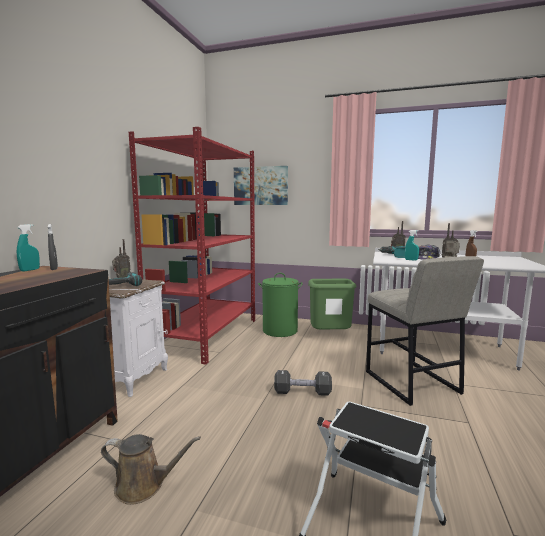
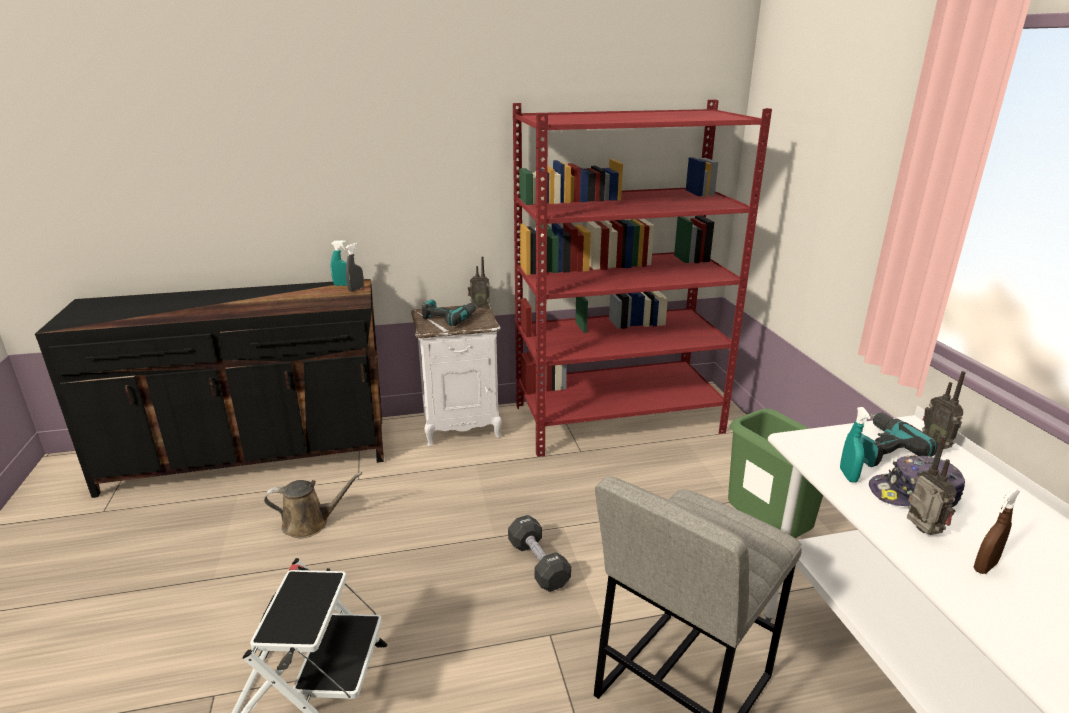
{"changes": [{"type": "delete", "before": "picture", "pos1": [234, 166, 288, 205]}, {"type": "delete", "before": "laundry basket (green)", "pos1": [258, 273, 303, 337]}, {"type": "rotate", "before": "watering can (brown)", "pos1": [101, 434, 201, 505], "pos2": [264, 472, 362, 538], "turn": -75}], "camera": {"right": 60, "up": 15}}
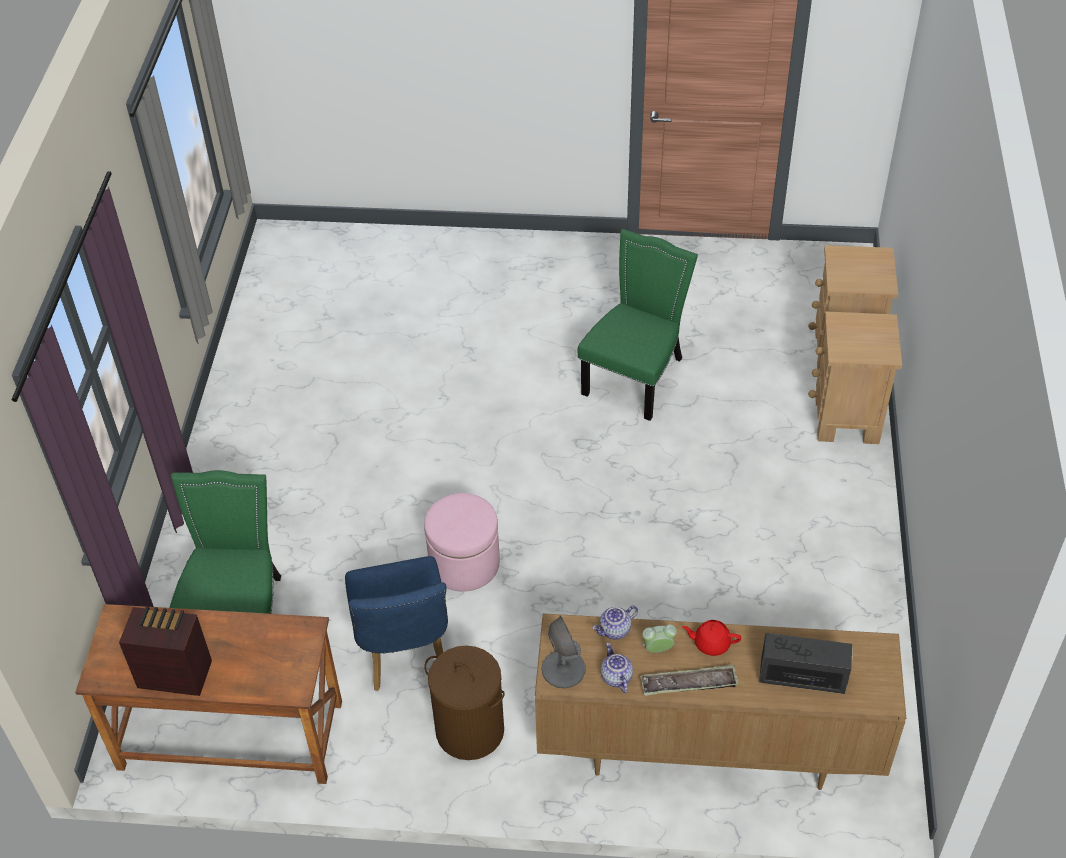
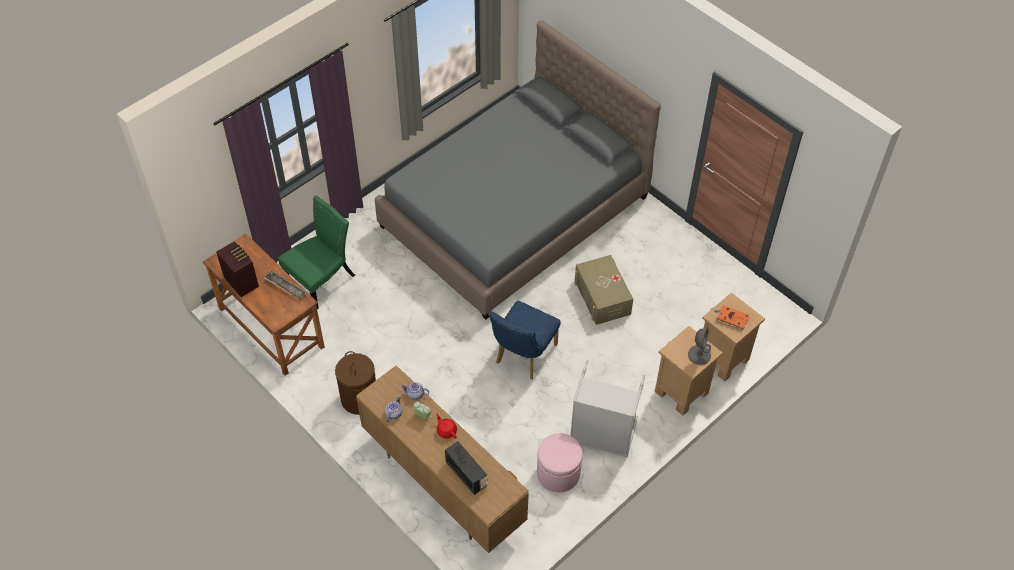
{"changes": [{"type": "replace", "before": "chair (green)", "after": "storage box (beige)", "pos1": [577, 229, 698, 421], "pos2": [575, 255, 633, 325]}, {"type": "move", "before": "ottoman (pink)", "pos1": [424, 493, 500, 592], "pos2": [537, 433, 583, 492]}, {"type": "move", "before": "chair (blue)", "pos1": [345, 556, 448, 691], "pos2": [488, 301, 561, 379]}, {"type": "move", "before": "table lamp (grey)", "pos1": [541, 616, 586, 688], "pos2": [688, 328, 711, 365]}, {"type": "move", "before": "tray", "pos1": [641, 664, 739, 696], "pos2": [264, 270, 307, 301]}, {"type": "insert", "after": "bed (grey)", "pos2": [375, 21, 661, 320]}, {"type": "insert", "after": "book (orange)", "pos2": [714, 305, 750, 331]}, {"type": "insert", "after": "laundry basket (grey)", "pos2": [570, 360, 646, 457]}], "camera": {"right": 40, "up": 5}}
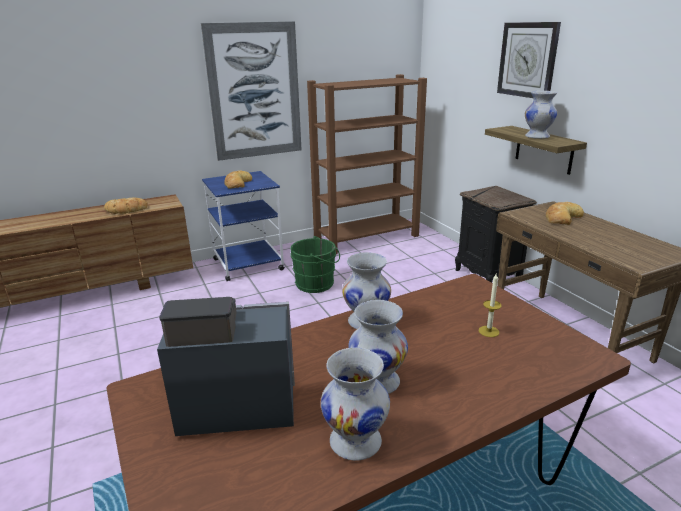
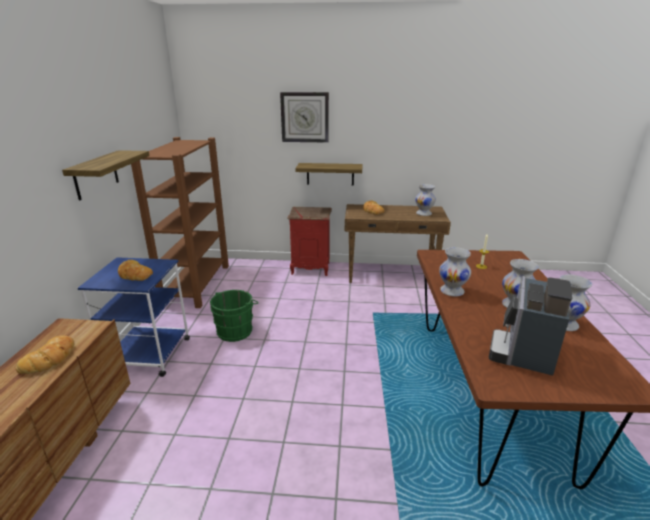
{"changes": [{"type": "replace", "before": "picture", "after": "shelf", "pos1": [201, 21, 302, 161], "pos2": [62, 150, 149, 201]}, {"type": "move", "before": "vase (white)", "pos1": [525, 91, 557, 139], "pos2": [415, 184, 436, 216]}, {"type": "recolor", "before": "nightstand (black)", "after": "nightstand (red)", "pos1": [455, 186, 537, 283], "pos2": [287, 207, 332, 276]}], "camera": {"right": -60, "up": 0}}
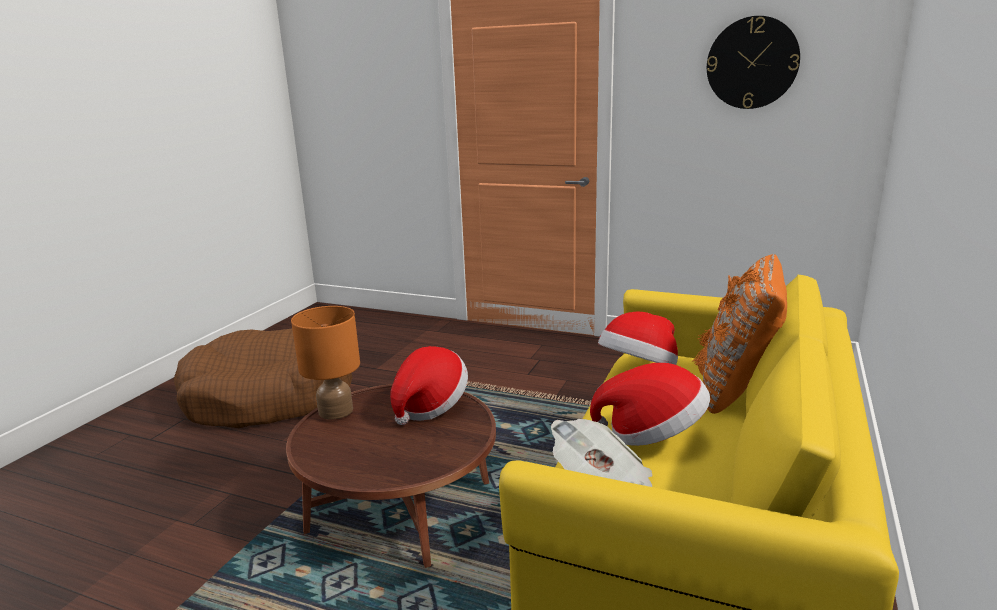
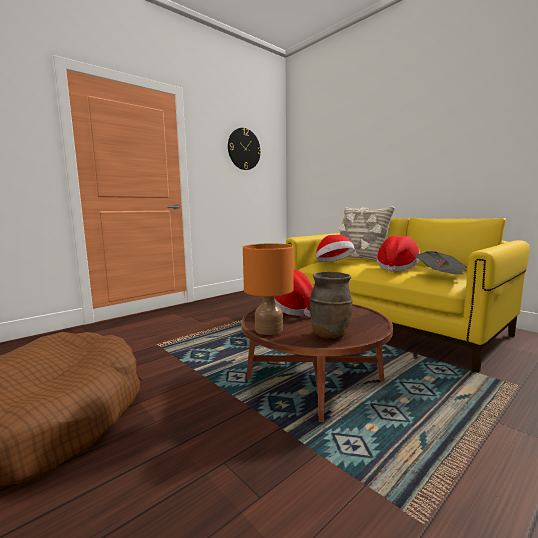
{"changes": [{"type": "recolor", "before": "pillow (orange)", "after": "pillow (beige)", "pos1": [692, 254, 787, 414], "pos2": [338, 207, 395, 261]}, {"type": "insert", "after": "vase (brown)", "pos2": [309, 271, 353, 340]}], "camera": {"right": -65, "up": -10}}
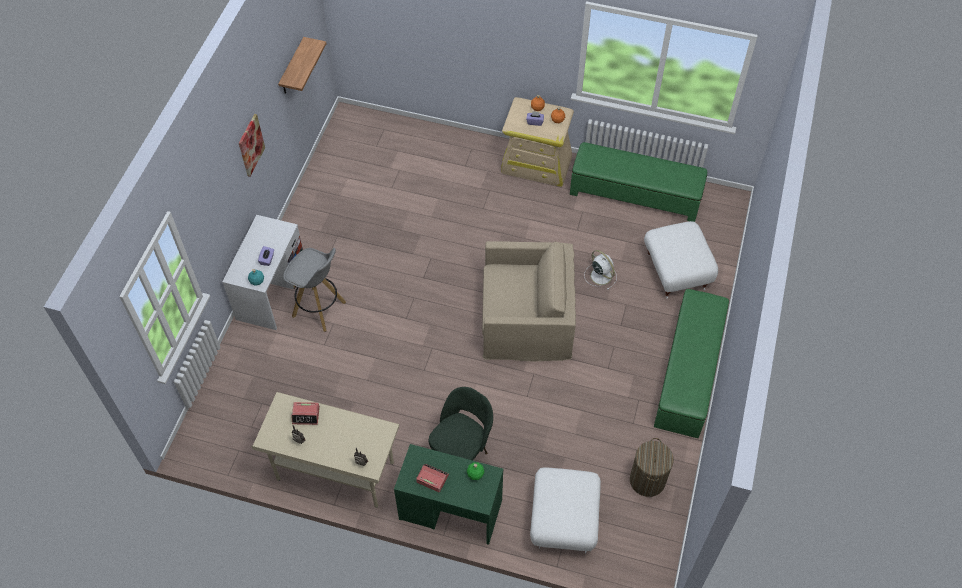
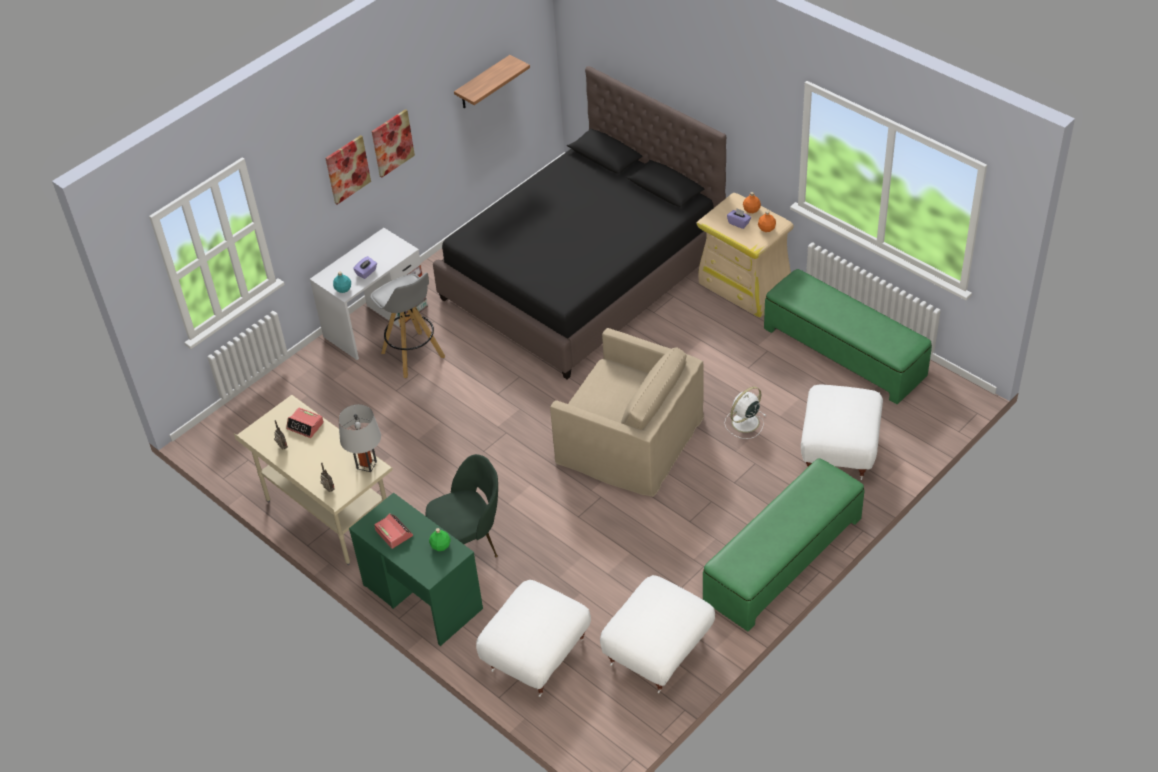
{"changes": [{"type": "rotate", "before": "fan (white)", "pos1": [584, 250, 617, 290], "pos2": [724, 387, 766, 439], "turn": -120}, {"type": "replace", "before": "laundry basket", "after": "ottoman (white)", "pos1": [630, 438, 674, 497], "pos2": [600, 575, 715, 693]}, {"type": "insert", "after": "bed (black)", "pos2": [433, 66, 726, 379]}, {"type": "insert", "after": "picture", "pos2": [325, 135, 371, 204]}, {"type": "insert", "after": "table lamp (grey)", "pos2": [338, 404, 381, 472]}], "camera": {"right": 30, "up": -10}}
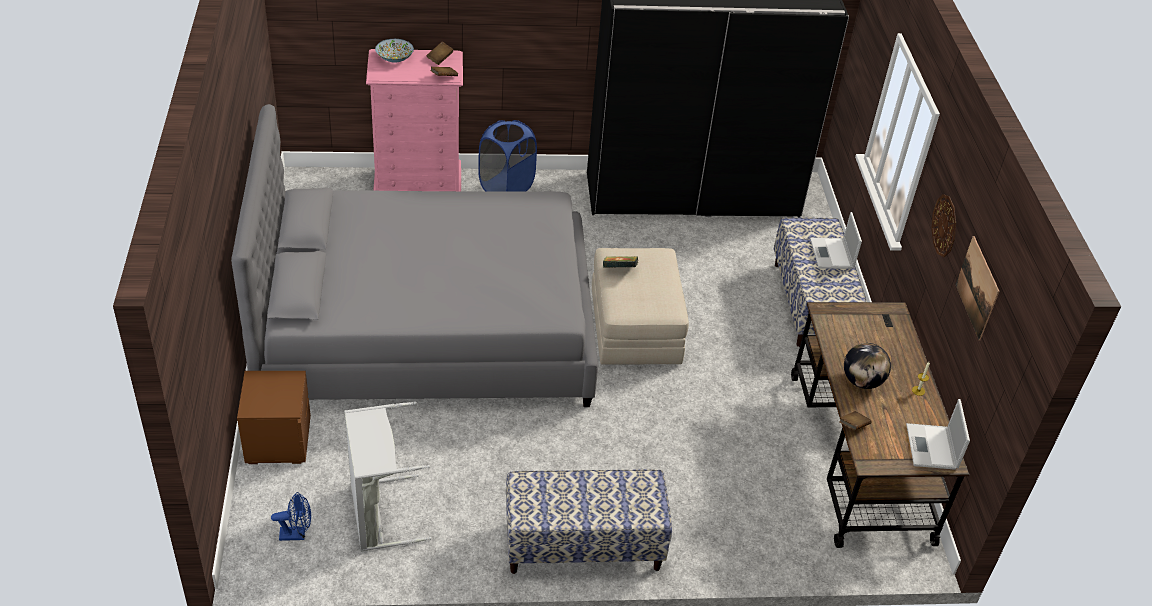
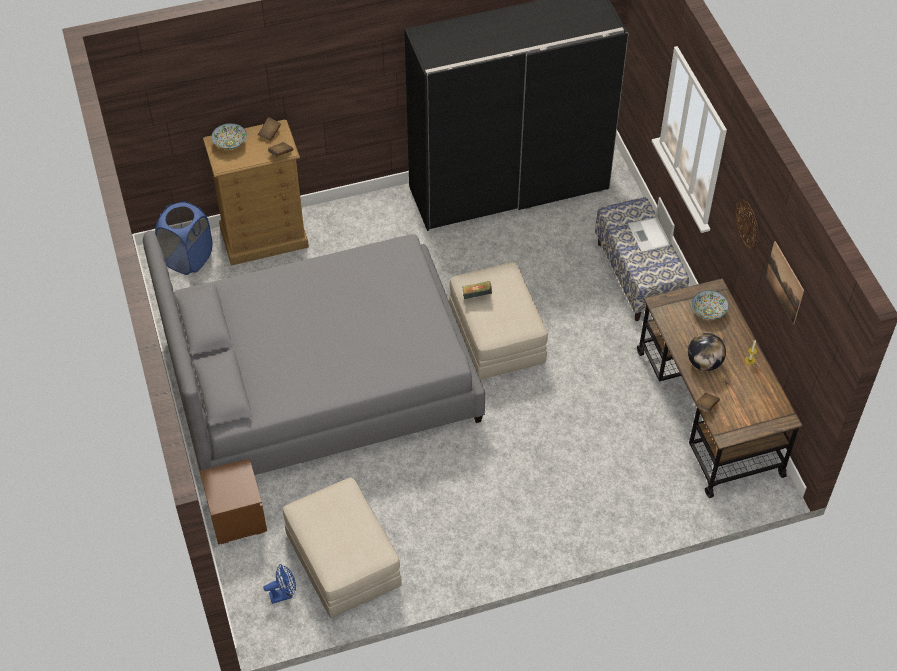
{"changes": [{"type": "recolor", "before": "dresser (pink)", "after": "dresser (brown)", "pos1": [366, 49, 463, 191], "pos2": [203, 120, 309, 266]}, {"type": "move", "before": "laundry basket (blue)", "pos1": [478, 120, 537, 191], "pos2": [155, 201, 212, 275]}, {"type": "delete", "before": "laptop", "pos1": [906, 399, 970, 470]}, {"type": "replace", "before": "laundry basket (grey)", "after": "ottoman (beige)", "pos1": [344, 402, 432, 551], "pos2": [283, 478, 401, 618]}, {"type": "delete", "before": "bench", "pos1": [506, 469, 672, 574]}, {"type": "insert", "after": "bowl", "pos2": [692, 290, 729, 319]}], "camera": {"right": -10, "up": 10}}
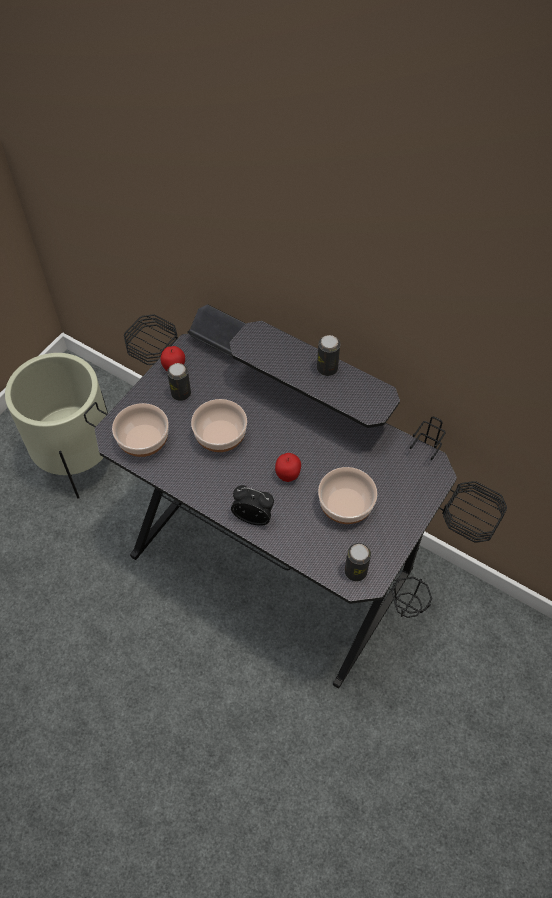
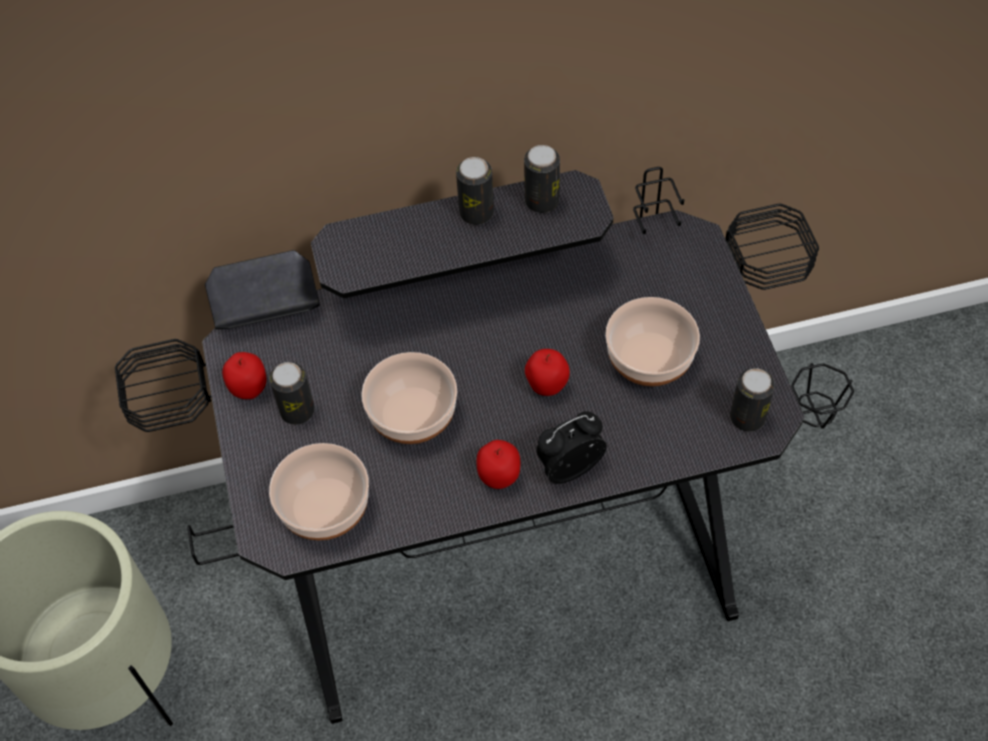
{"changes": [{"type": "insert", "after": "can", "pos2": [524, 145, 560, 213]}, {"type": "insert", "after": "apple", "pos2": [477, 440, 520, 489]}], "camera": {"right": -45, "up": 0}}
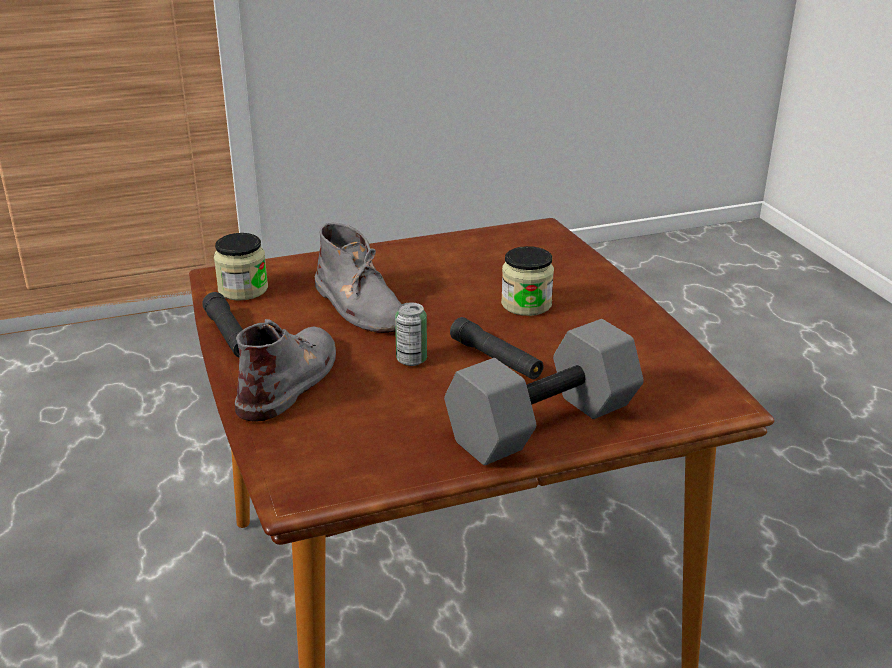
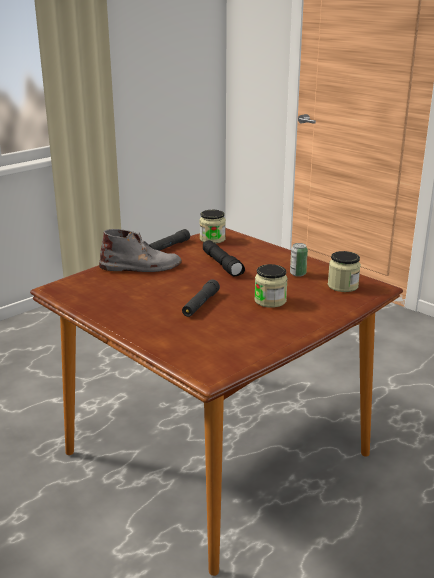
{"changes": [{"type": "replace", "before": "boot (grey)", "after": "flashlight (black)", "pos1": [315, 223, 401, 333], "pos2": [203, 240, 245, 276]}, {"type": "move", "before": "can", "pos1": [395, 302, 427, 366], "pos2": [290, 243, 308, 277]}, {"type": "delete", "before": "dumbbell (grey)", "pos1": [444, 319, 644, 466]}, {"type": "insert", "after": "jar", "pos2": [328, 251, 361, 292]}], "camera": {"right": 65, "up": -5}}
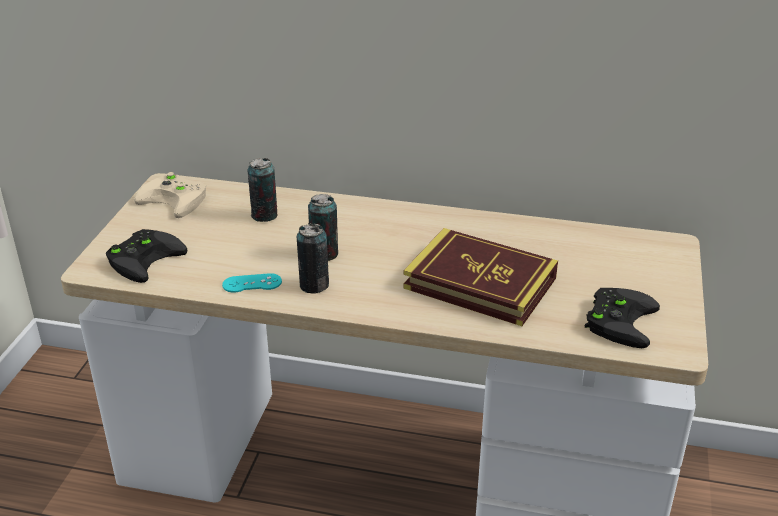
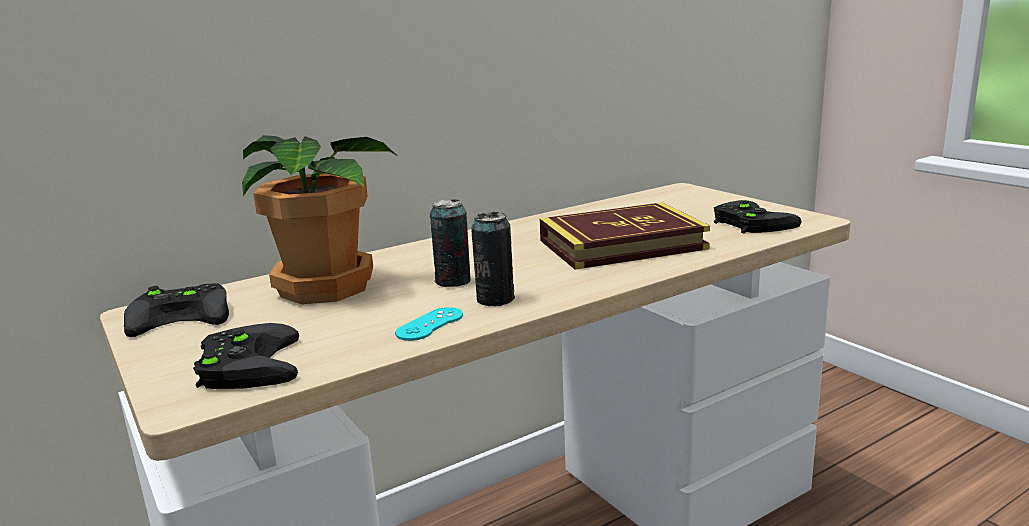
{"changes": [{"type": "replace", "before": "can", "after": "potted plant", "pos1": [247, 158, 277, 222], "pos2": [242, 135, 396, 304]}, {"type": "recolor", "before": "game controller (beige)", "after": "game controller (black)", "pos1": [134, 172, 206, 218], "pos2": [124, 283, 229, 337]}], "camera": {"right": -45, "up": -15}}
